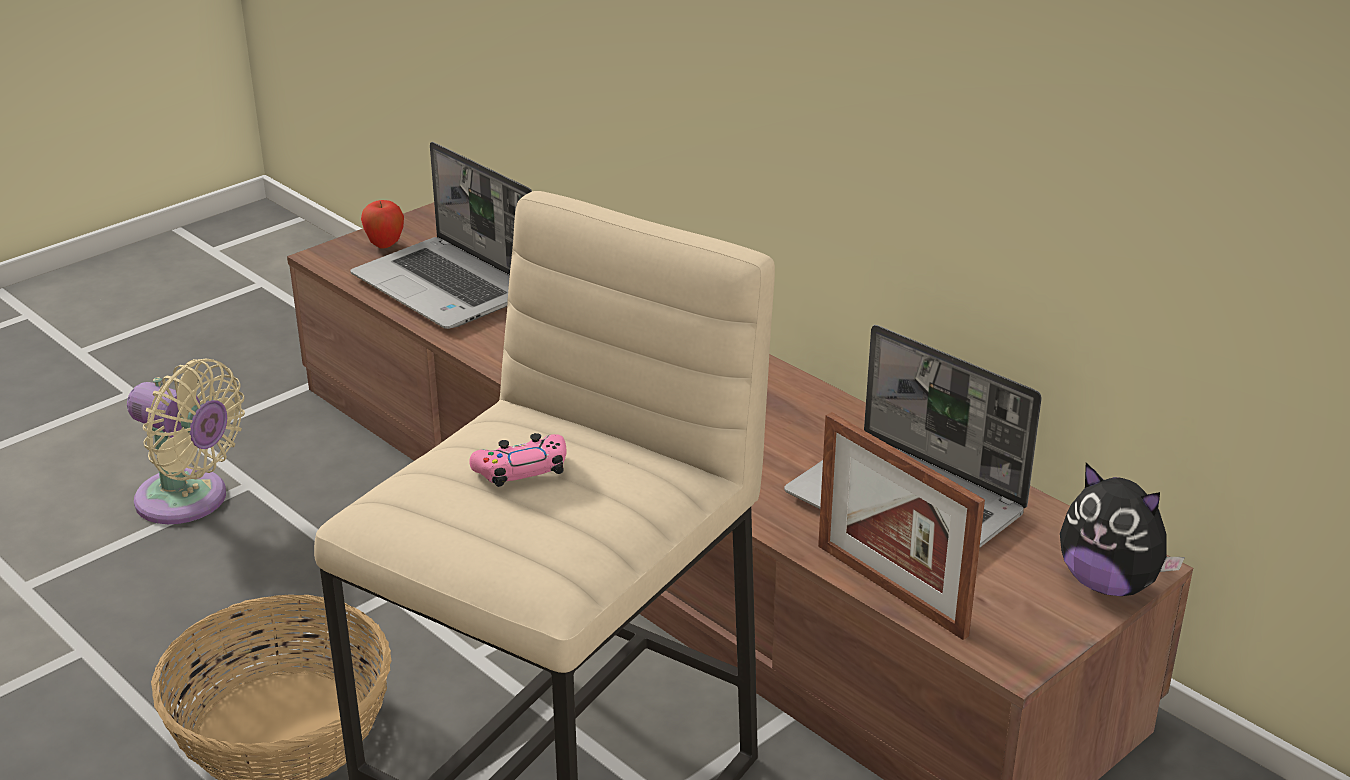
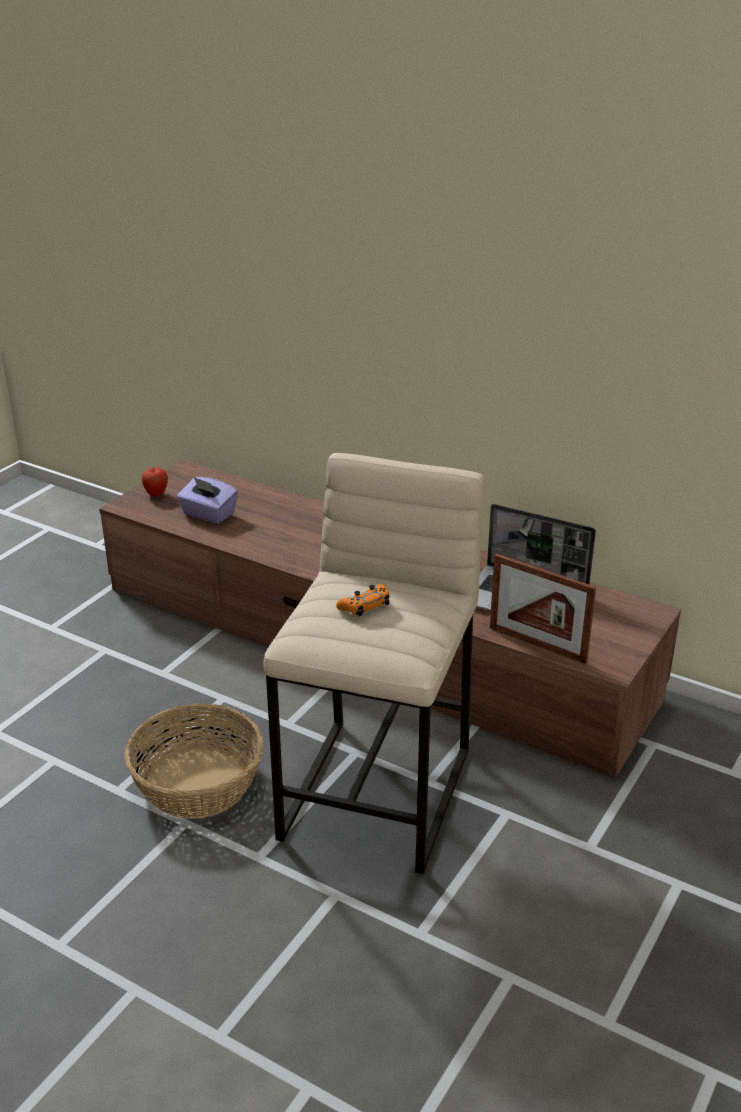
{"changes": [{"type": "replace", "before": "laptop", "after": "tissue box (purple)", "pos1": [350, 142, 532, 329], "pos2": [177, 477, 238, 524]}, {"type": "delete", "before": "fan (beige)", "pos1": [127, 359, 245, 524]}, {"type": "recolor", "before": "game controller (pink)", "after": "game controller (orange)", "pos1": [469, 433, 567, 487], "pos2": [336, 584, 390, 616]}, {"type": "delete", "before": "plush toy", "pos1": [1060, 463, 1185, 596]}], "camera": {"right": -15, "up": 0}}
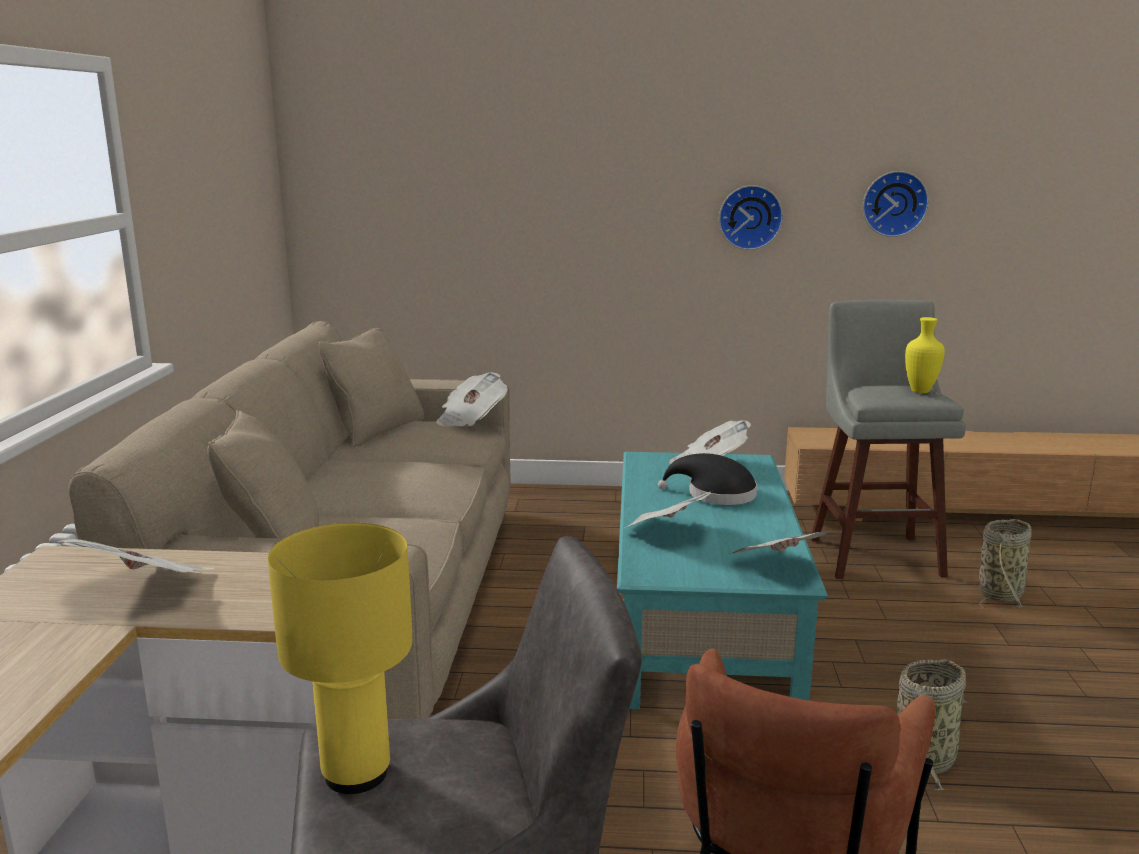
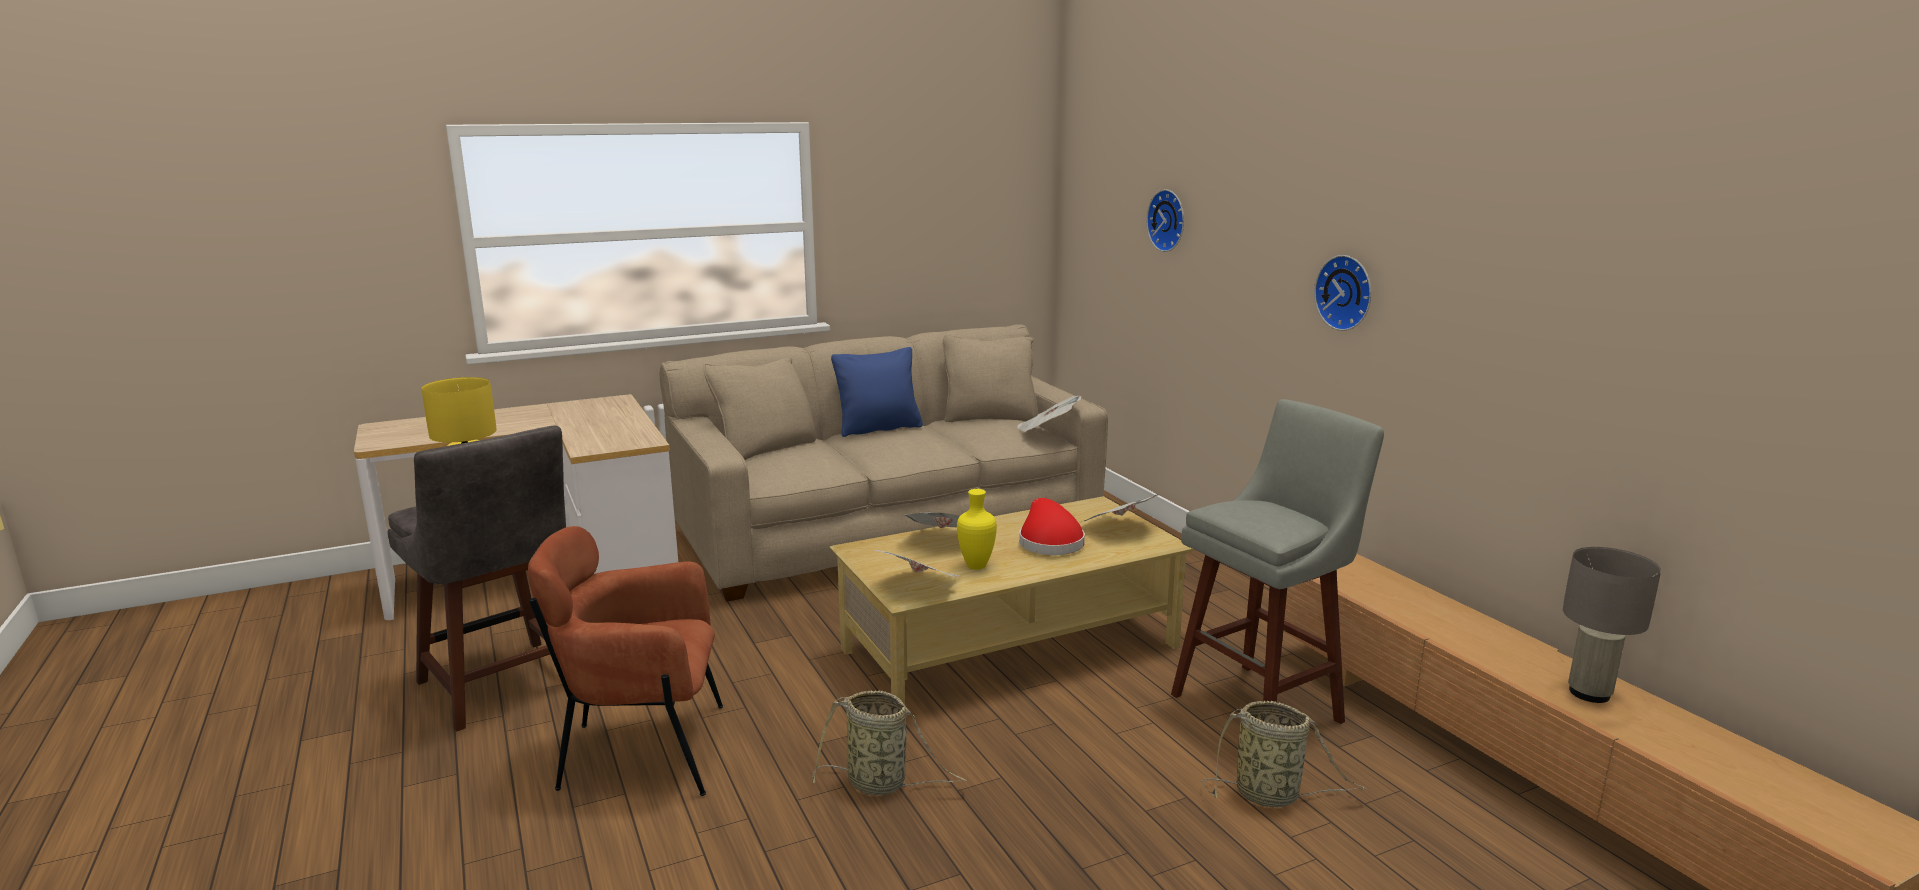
{"changes": [{"type": "move", "before": "wall clock", "pos1": [863, 171, 929, 237], "pos2": [1146, 189, 1184, 252]}, {"type": "move", "before": "vase (yellow)", "pos1": [905, 317, 945, 393], "pos2": [957, 489, 997, 570]}, {"type": "recolor", "before": "coffee table (turquoise)", "after": "coffee table (beige)", "pos1": [617, 452, 828, 709], "pos2": [830, 496, 1194, 704]}, {"type": "recolor", "before": "hat (black)", "after": "hat (red)", "pos1": [658, 453, 757, 505], "pos2": [1019, 498, 1085, 555]}, {"type": "delete", "before": "newspaper", "pos1": [58, 539, 214, 573]}, {"type": "insert", "after": "pillow (blue)", "pos2": [831, 347, 923, 437]}, {"type": "insert", "after": "table lamp (grey)", "pos2": [1563, 547, 1661, 703]}], "camera": {"right": 60, "up": 0}}
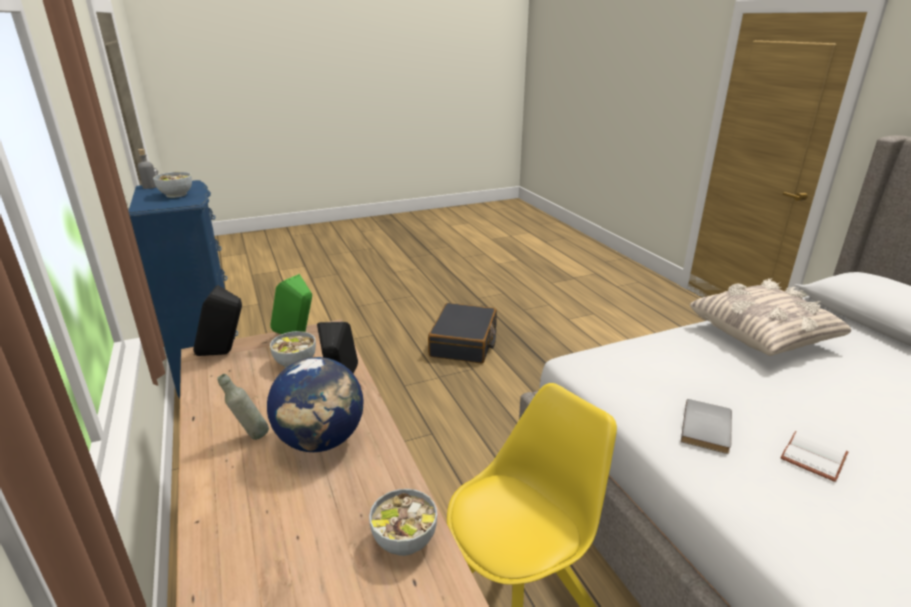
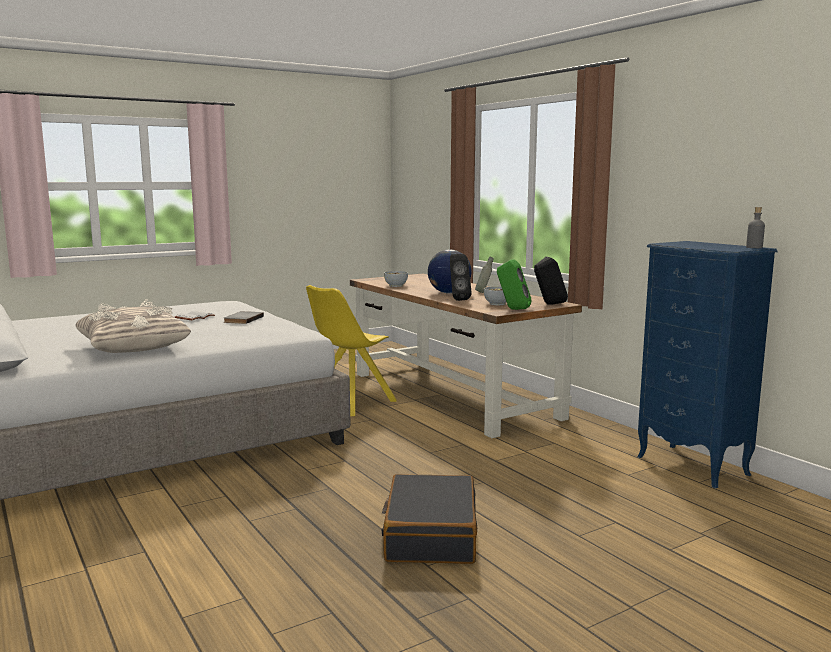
{"changes": [{"type": "delete", "before": "bowl", "pos1": [153, 172, 192, 198]}], "camera": {"right": 170, "up": -15}}
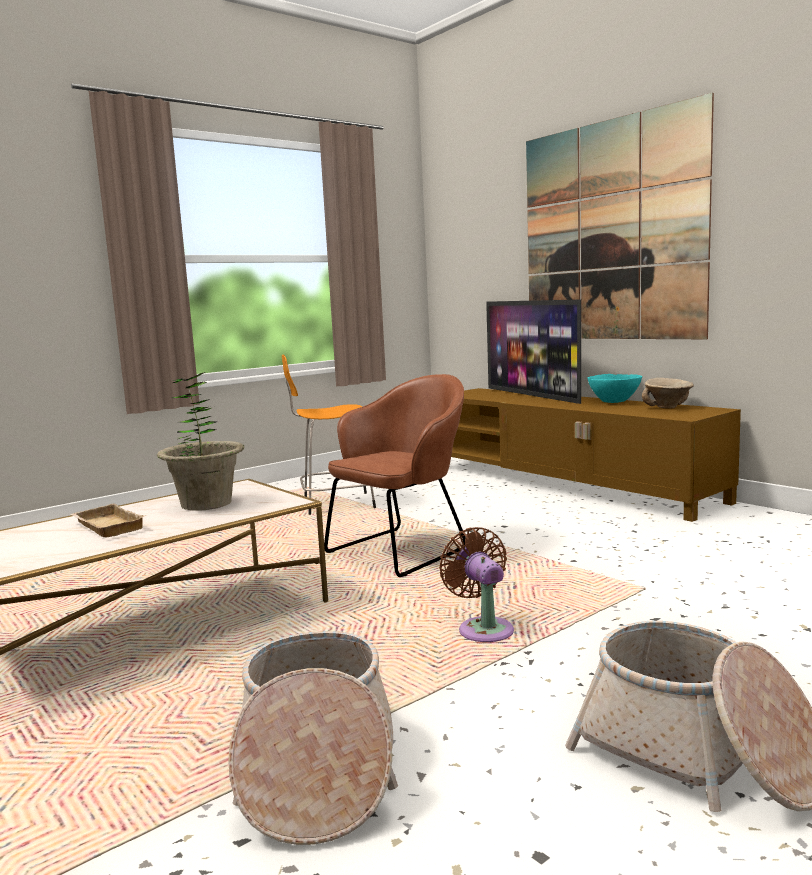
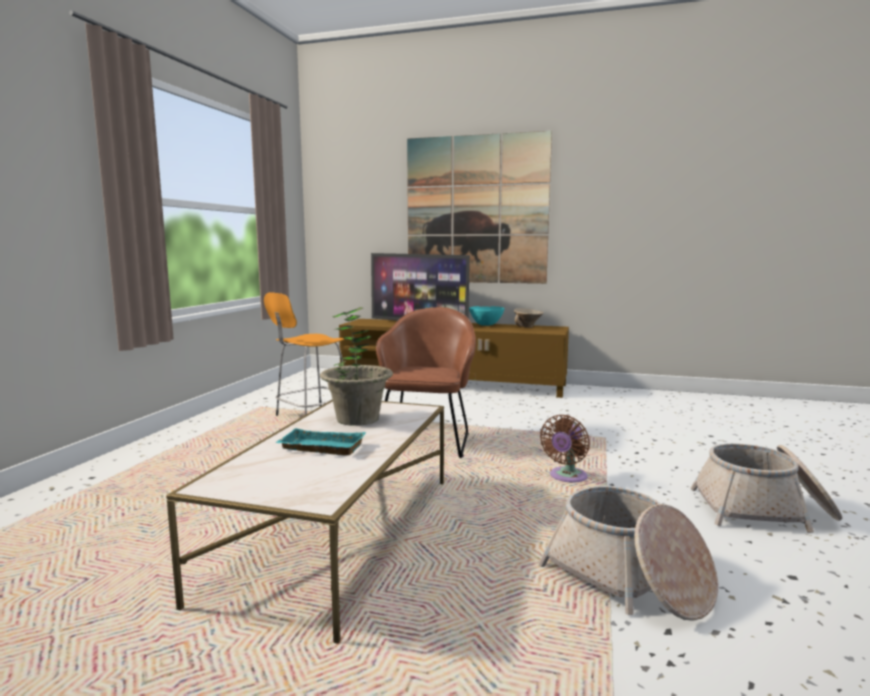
{"changes": [{"type": "recolor", "before": "tray (beige)", "after": "tray (turquoise)", "pos1": [70, 503, 146, 537], "pos2": [275, 428, 366, 456]}, {"type": "rotate", "before": "fan (brown)", "pos1": [439, 527, 514, 642], "pos2": [540, 415, 590, 483], "turn": -90}], "camera": {"right": -35, "up": 0}}
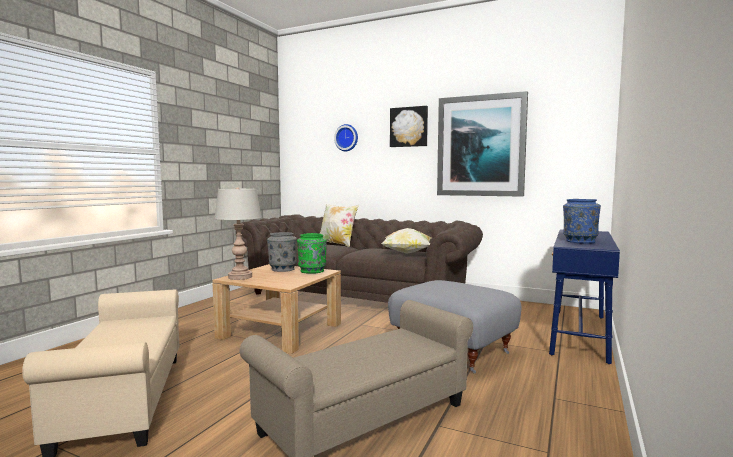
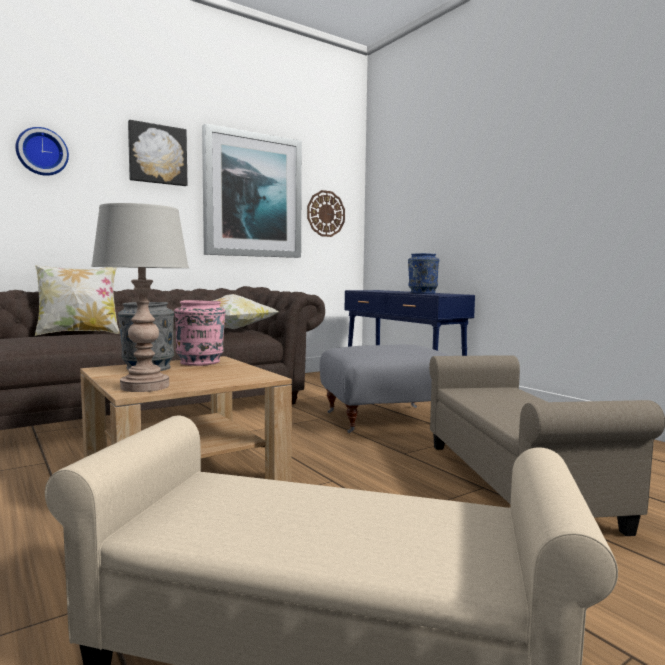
{"changes": [{"type": "recolor", "before": "vase (green)", "after": "vase (pink)", "pos1": [297, 233, 327, 274], "pos2": [174, 300, 226, 366]}, {"type": "insert", "after": "wall clock", "pos2": [307, 190, 345, 237]}], "camera": {"right": -60, "up": 0}}
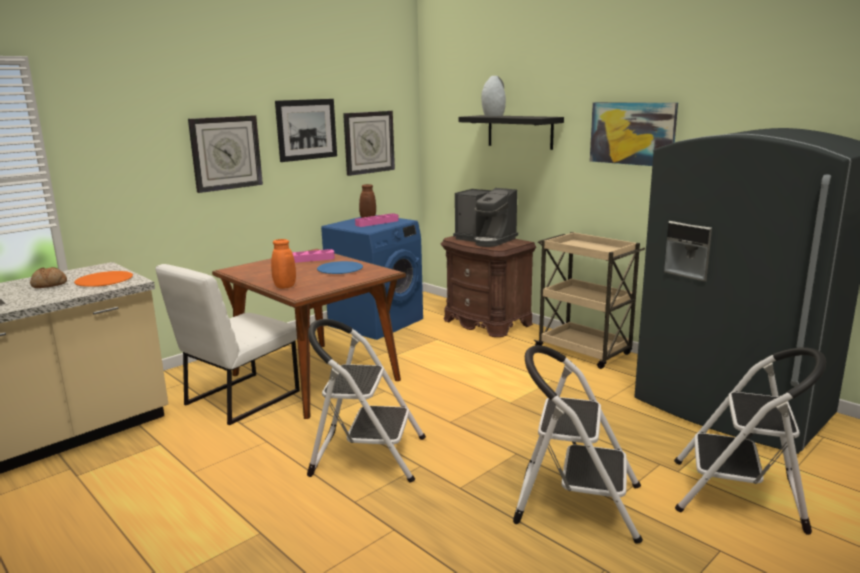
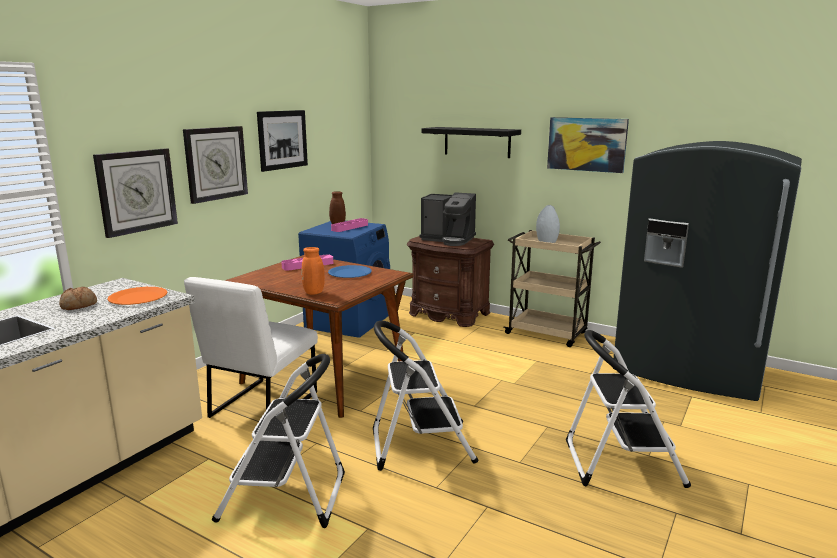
{"changes": [{"type": "move", "before": "vase (grey)", "pos1": [481, 76, 506, 117], "pos2": [536, 205, 560, 243]}, {"type": "move", "before": "wall clock", "pos1": [343, 111, 395, 176], "pos2": [93, 148, 178, 238]}, {"type": "move", "before": "step ladder", "pos1": [674, 347, 826, 535], "pos2": [212, 354, 345, 528]}], "camera": {"right": -15, "up": 0}}
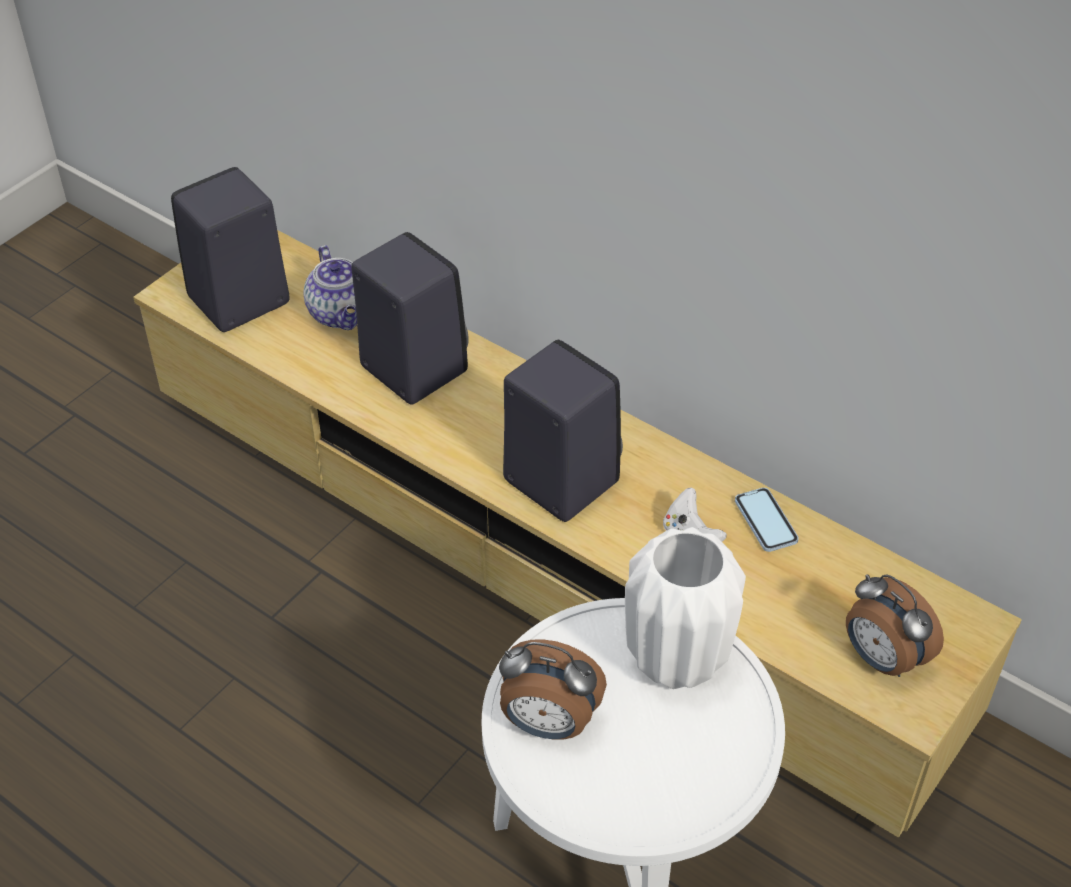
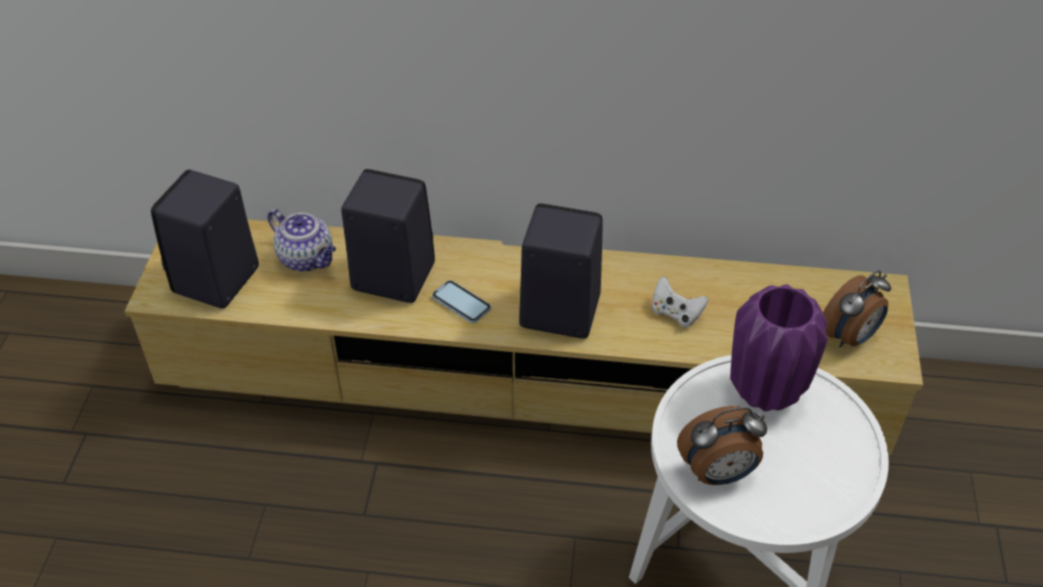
{"changes": [{"type": "move", "before": "phone", "pos1": [735, 488, 799, 552], "pos2": [432, 280, 491, 323]}, {"type": "recolor", "before": "vase (white)", "after": "vase (purple)", "pos1": [625, 527, 746, 689], "pos2": [730, 284, 828, 411]}, {"type": "rotate", "before": "alarm clock", "pos1": [846, 574, 944, 677], "pos2": [823, 271, 891, 348], "turn": -60}], "camera": {"right": -30, "up": 0}}
